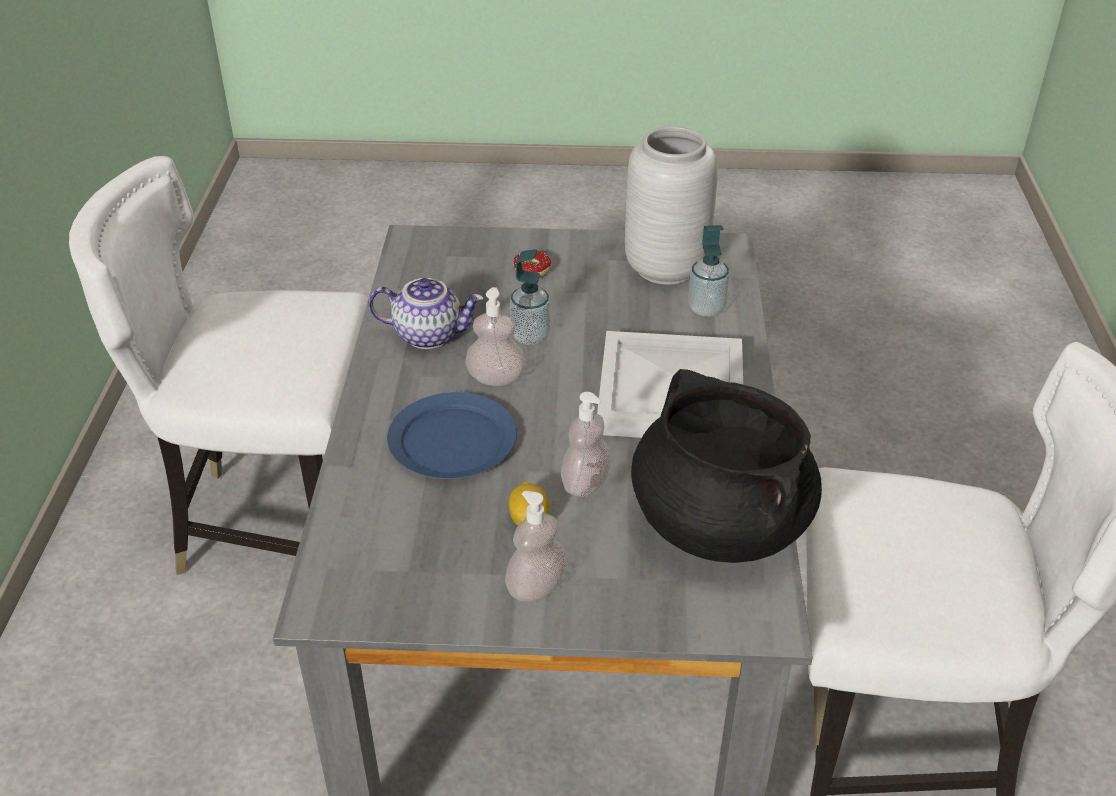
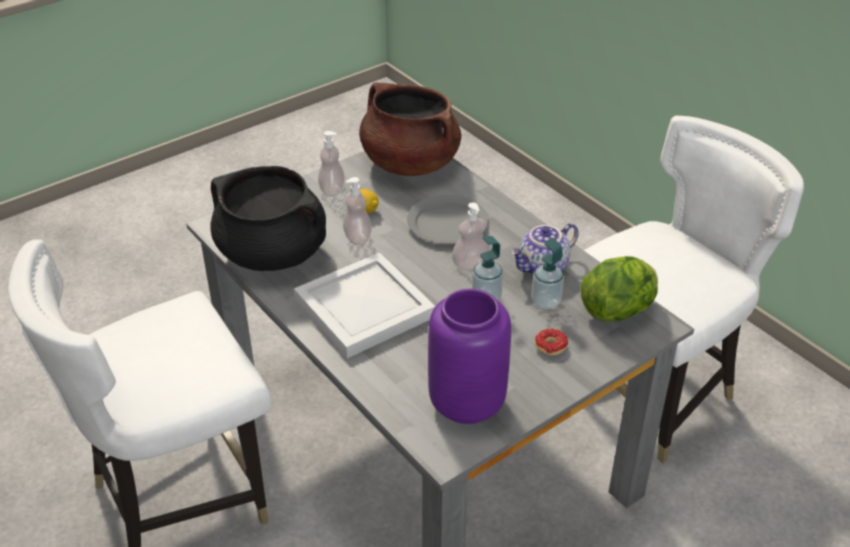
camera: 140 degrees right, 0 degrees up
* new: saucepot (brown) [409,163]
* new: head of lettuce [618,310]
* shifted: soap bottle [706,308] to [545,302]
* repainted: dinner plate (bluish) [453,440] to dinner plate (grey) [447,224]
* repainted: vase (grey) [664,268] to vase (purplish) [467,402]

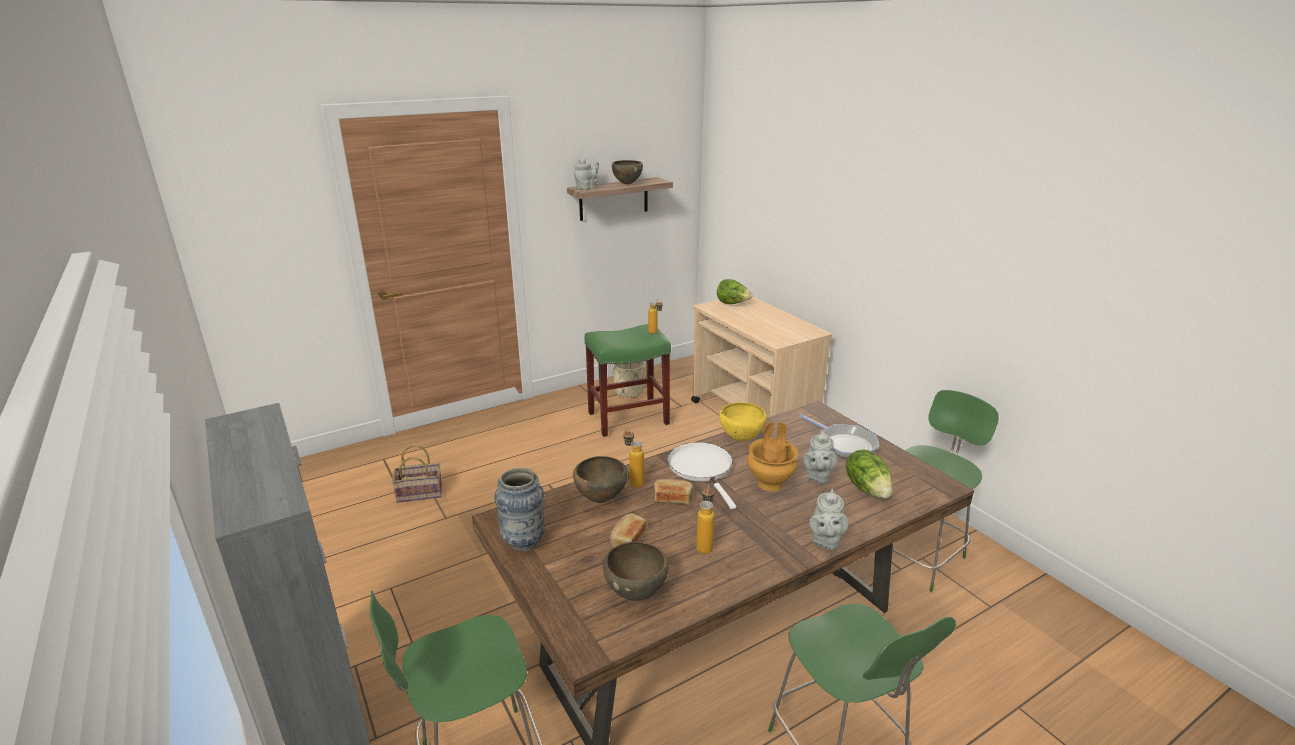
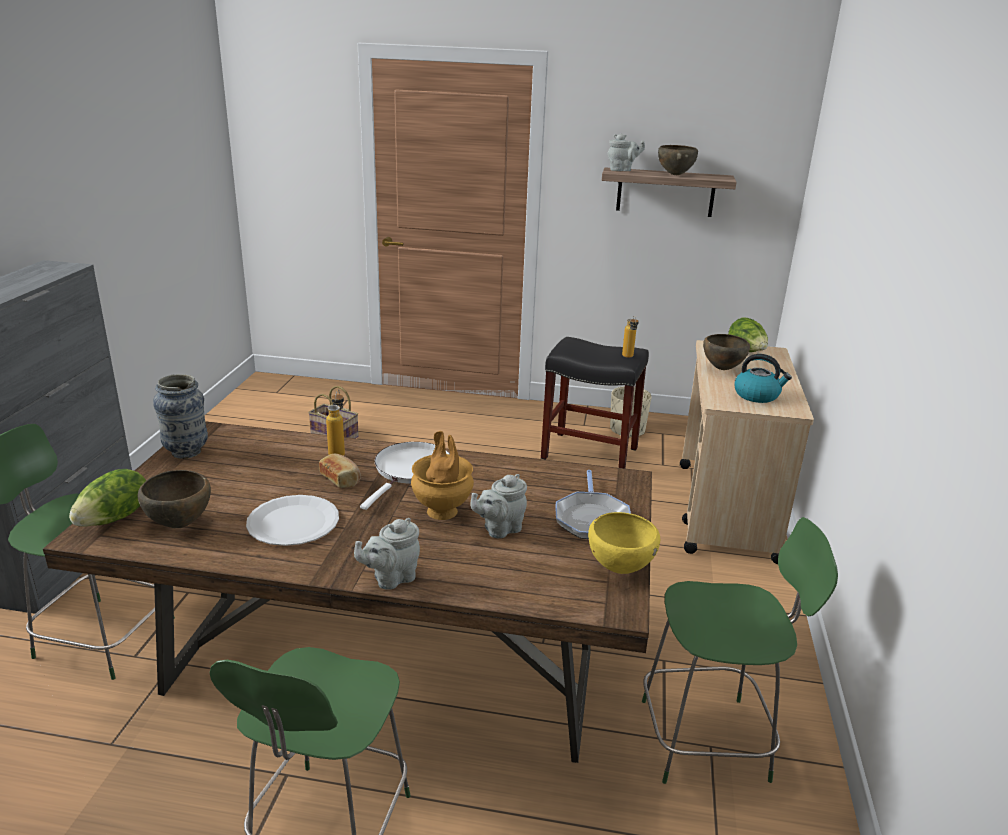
camera: 40 degrees right, 0 degrees up
* gone: bread [627,540]
* new: kettle [757,395]
* shifted: deep dish (brown) [600,499] to [722,369]
* shifted: deep dish (yellowish) [740,439] to [619,569]
* shifted: head of lettuce [868,488] to [115,518]
* swapped: beverage bottle [705,544] to dinner plate (whitish) [293,522]
* repainted: stool seat (greenish) [629,418] to stool seat (black-coloured) [590,453]

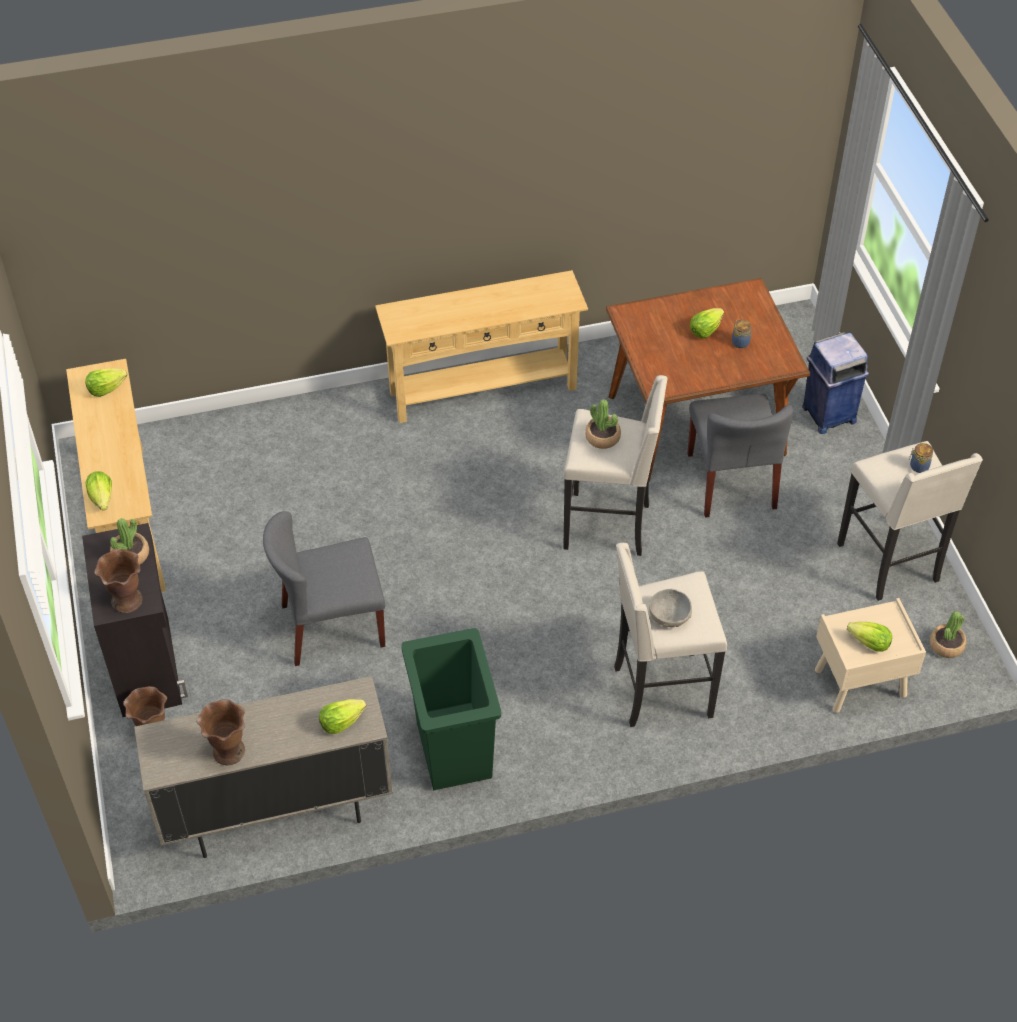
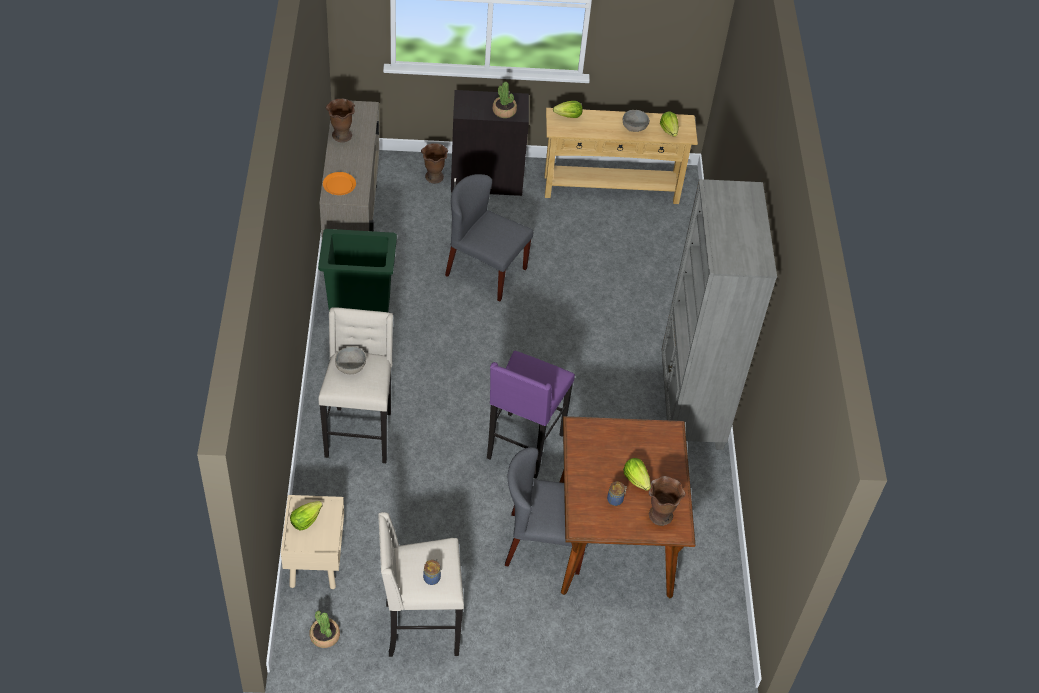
camera: 100 degrees right, 0 degrees up
* gone: houseplant [602,437]
* gone: rubbish bin (bluish) [827,415]
* new: deep dish (grey) [634,127]
* shifted: vase (brown) [127,601] to [660,515]
* swapped: head of lettuce [341,722] to dinner plate (orangey) [339,185]
* swapped: narrow table (beige) [483,389] to shelving unit (grey) [690,404]
* repainted: stool seat (beige) [609,525] to stool seat (purplish) [523,447]
* rotated: upright chair (grey) [332,626] = [485,271] 60 degrees counterclockwise

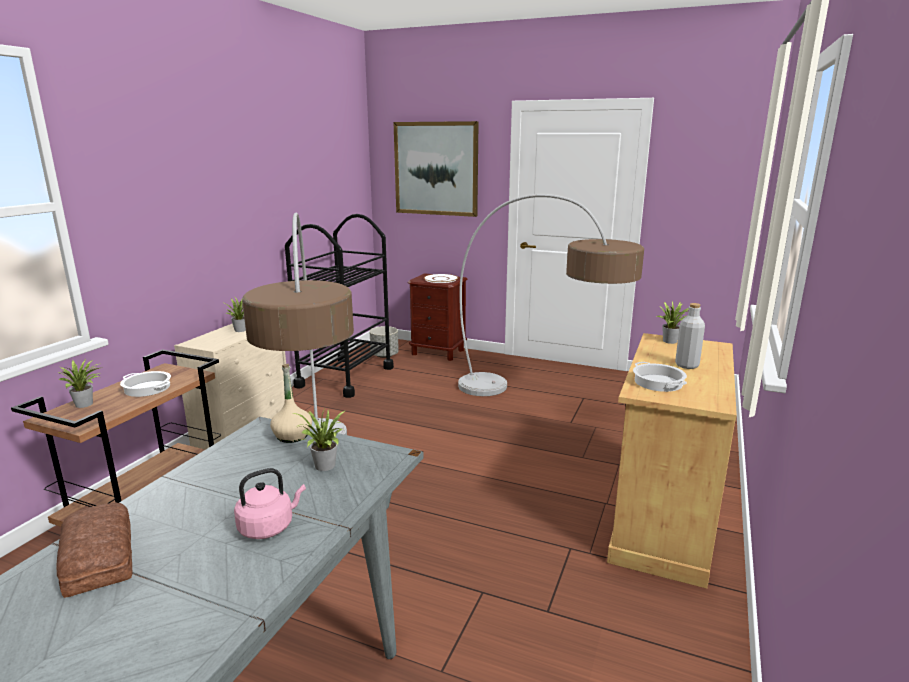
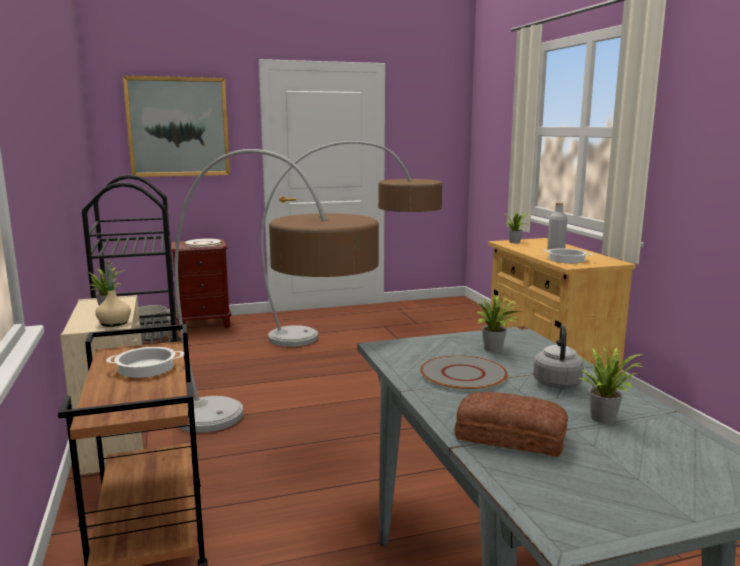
camera: 40 degrees left, 5 degrees down
* new: dinner plate (grey) [462,374]
* shifted: houseplant [86,404] to [604,417]
* shifted: beverage bottle (beige) [292,436] to [114,323]
* repainted: kettle (pinkish) [269,527] to kettle (grey) [557,382]

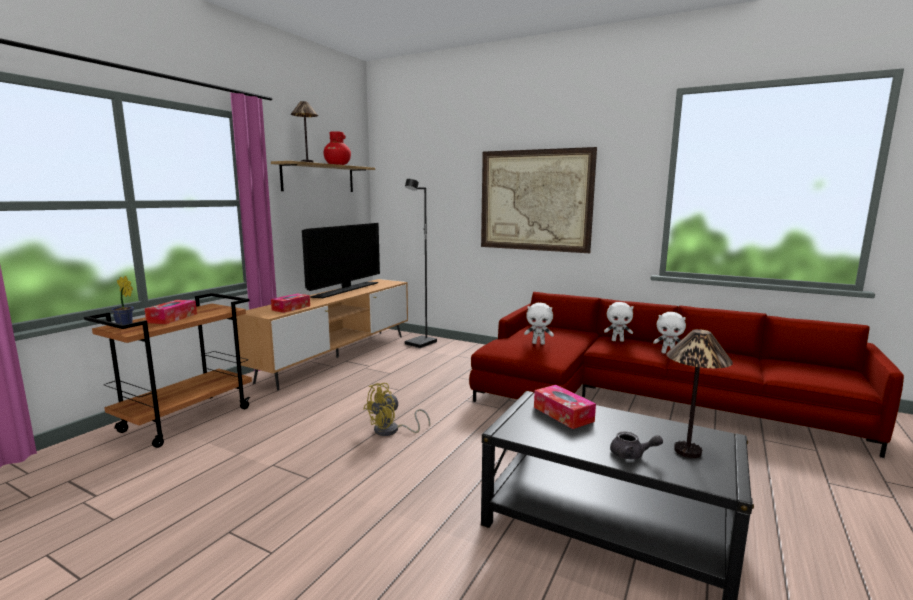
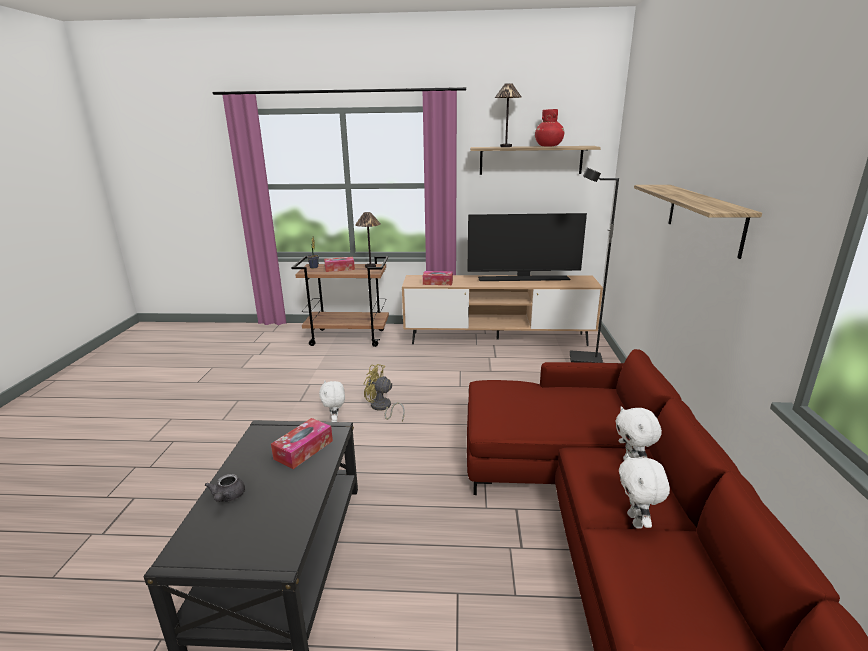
camera: 65 degrees right, 10 degrees up
* shifted: cuddly toy (whitish) [538,343] to [335,420]
* shifted: table lamp [688,451] to [370,267]
* swapped: picture [535,200] to bracket shelf [704,217]

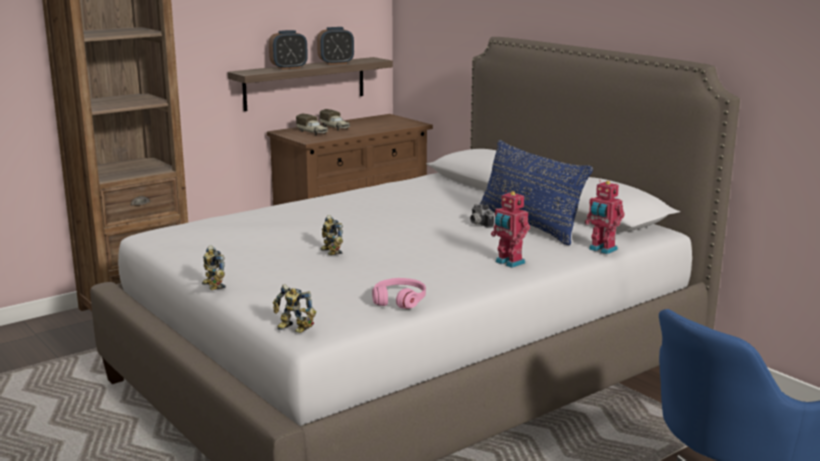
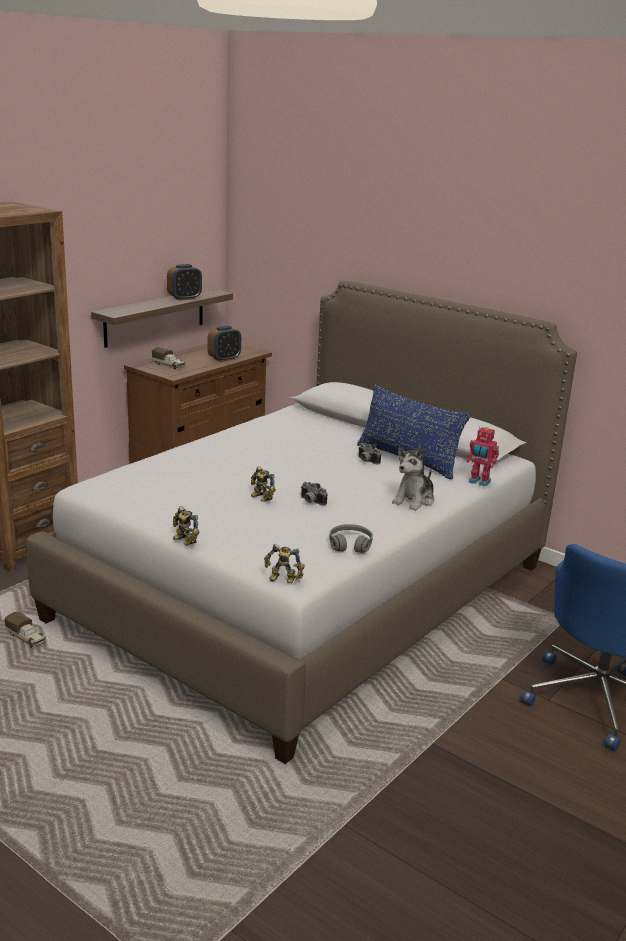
camera: 15 degrees left, 5 degrees up
* new: still camera [310,501]
* shifted: bedside clock [289,68] to [224,359]
* shifted: toy lorry [335,127] to [26,638]
* swapped: robot figure [508,263] to cuddly toy [414,500]
* repainted: pair of headphones (pinkish) [399,300] to pair of headphones (grey) [350,544]

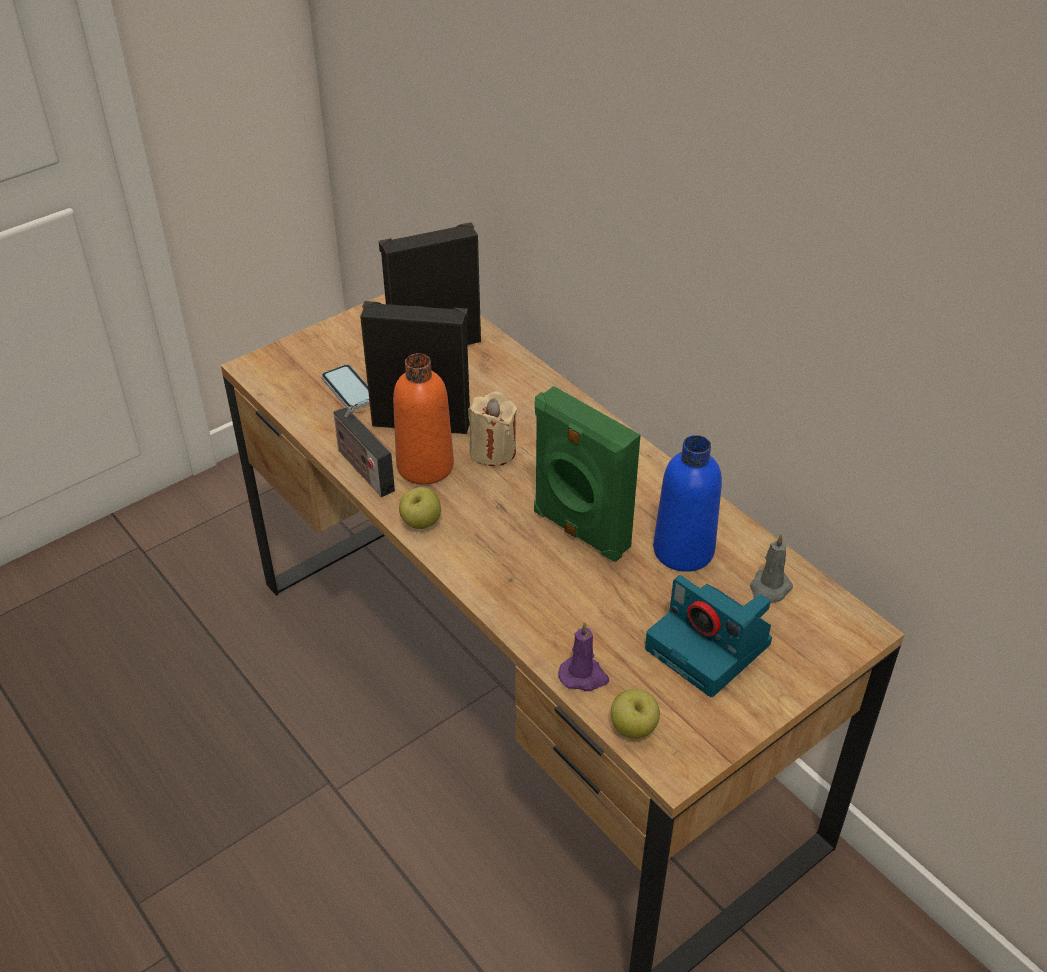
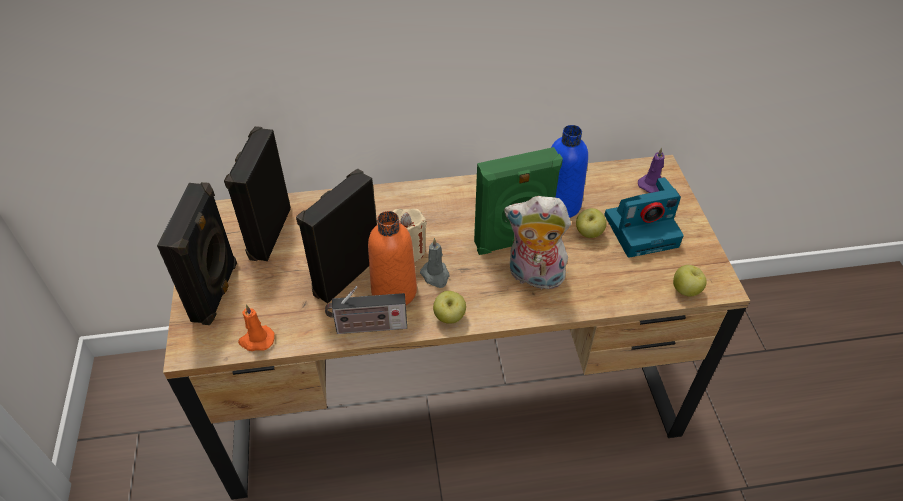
camera: 60 degrees left, 5 degrees up
* gone: handset [349,389]
* new: speaker (black-coloured) [217,292]
* new: wax light (orangey) [256,340]
* new: cuddly toy [533,277]
* new: whole apple [588,233]
* shifted: wax light (purplish) [584,676] to [651,184]
* shifted: wax light (grey) [769,589] to [435,275]

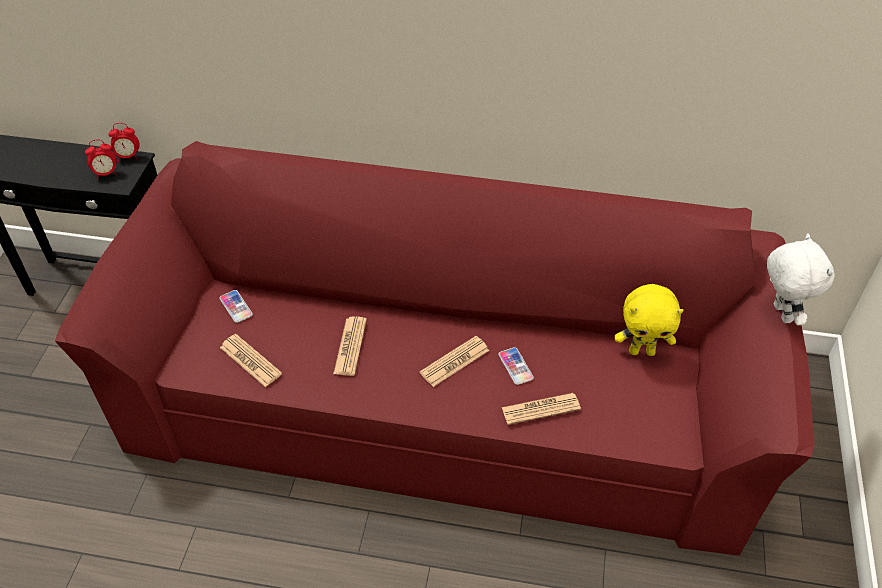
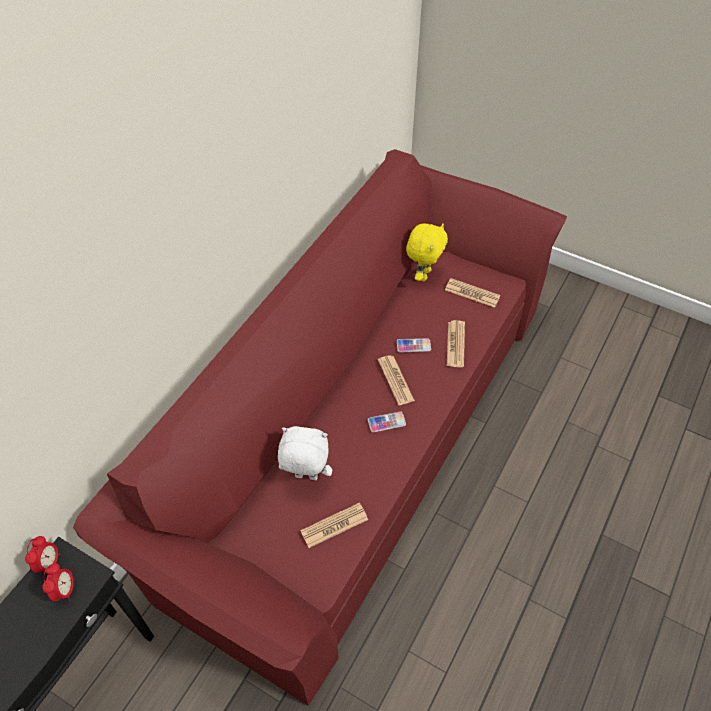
camera: 70 degrees left, 5 degrees up
* shifted: handset [236,307] to [386,422]
* shifted: newspaper [350,346] to [472,293]
* shifted: cuddly toy (whitish) [780,313] to [305,477]

